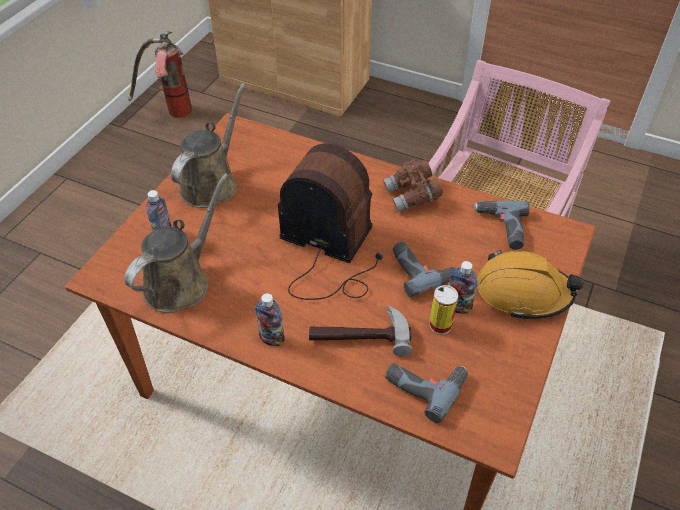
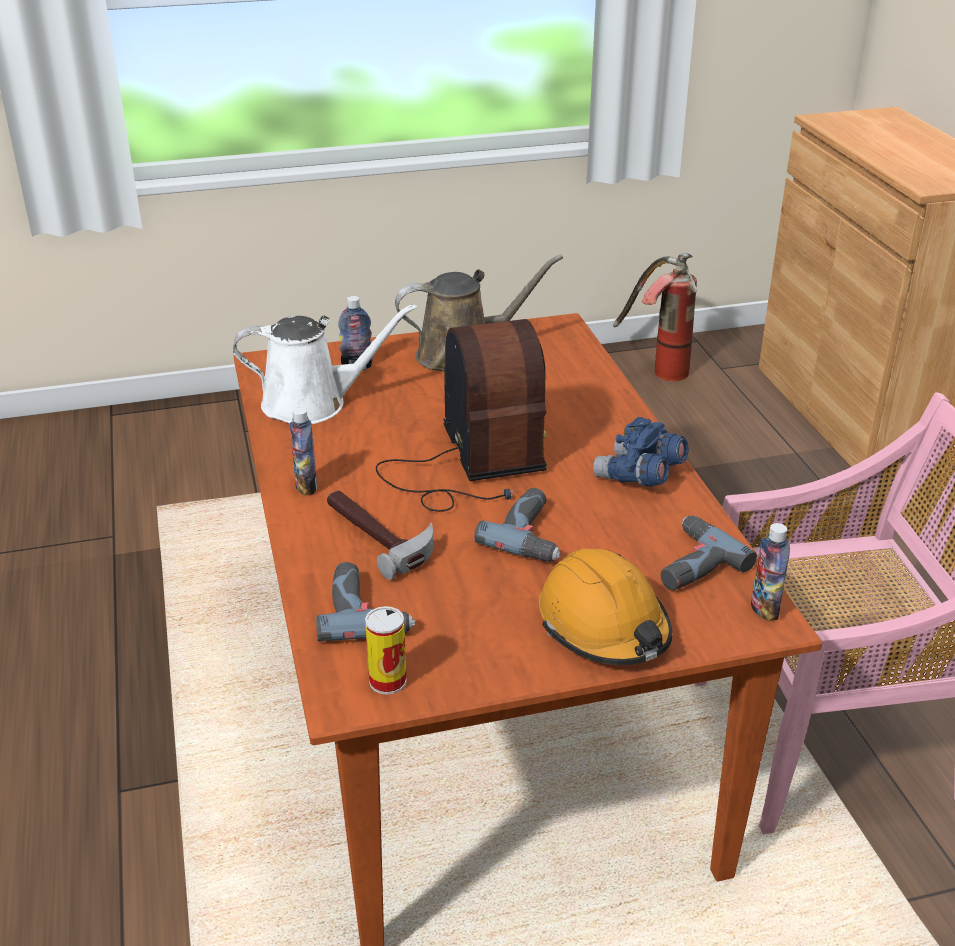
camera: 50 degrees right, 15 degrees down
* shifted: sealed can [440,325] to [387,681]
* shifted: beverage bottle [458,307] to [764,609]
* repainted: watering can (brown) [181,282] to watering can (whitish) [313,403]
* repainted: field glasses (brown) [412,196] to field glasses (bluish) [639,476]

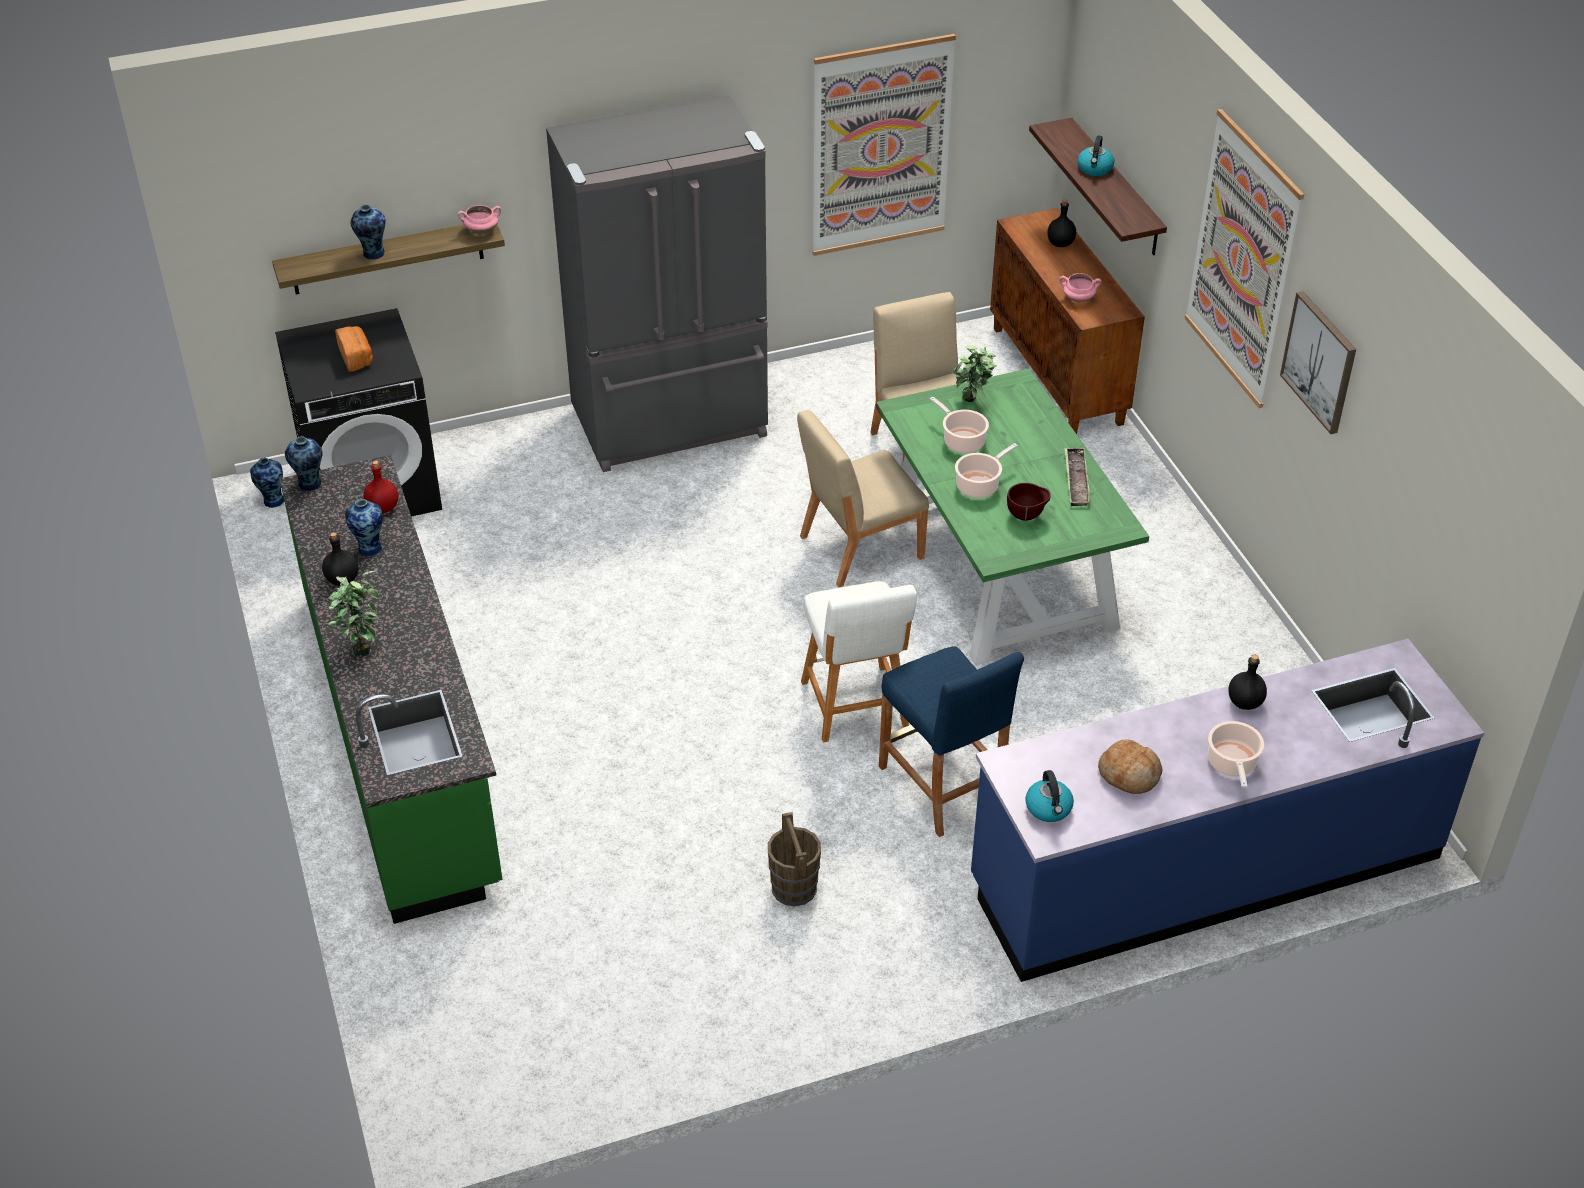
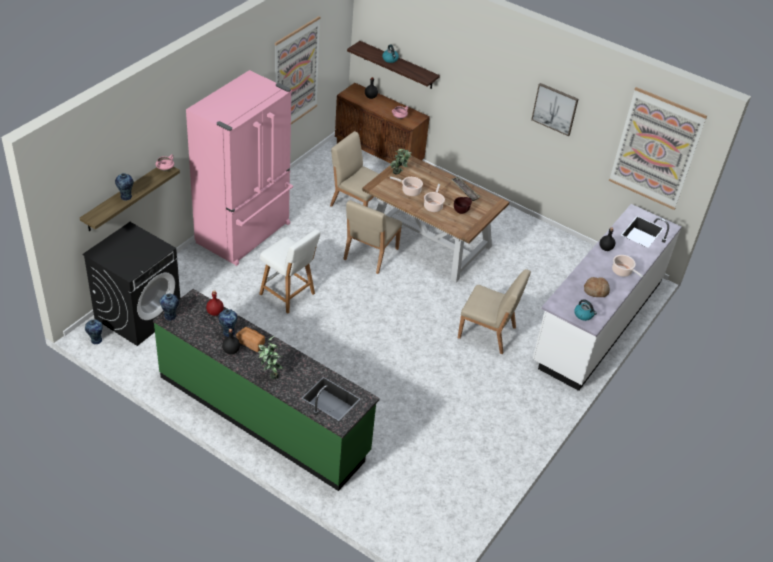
camera: 40 degrees left, 0 degrees up
* gone: bucket (brown) [794,888]
* shifted: bread [356,357] to [251,343]
* shifted: stool seat (whitish) [855,708] to [289,295]
* shifted: picture [1242,260] to [655,149]
* swapped: stool seat (bluish) [943,785] to upright chair (beige) [487,333]
* repainted: fridge (grey) [672,424] to fridge (pinkish) [245,233]
* repainted: kitchen table (greenish) [1000,570] to kitchen table (brown) [430,241]
* repainted: kitchen counter (bluish) [1204,869] to kitchen counter (whitish) [597,321]

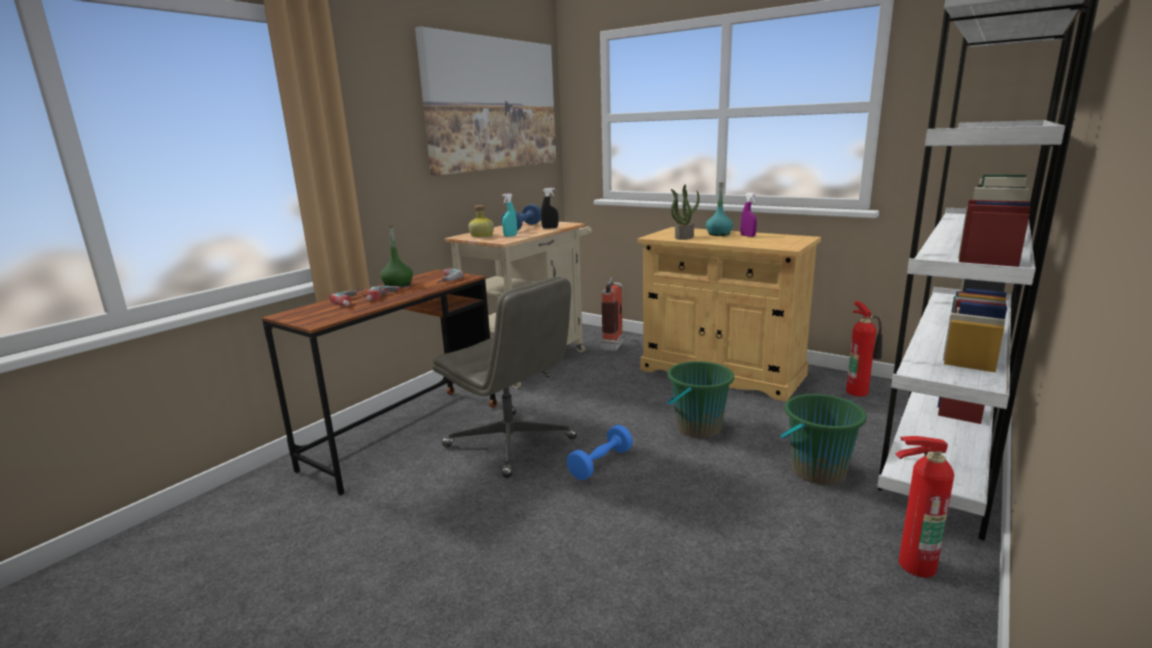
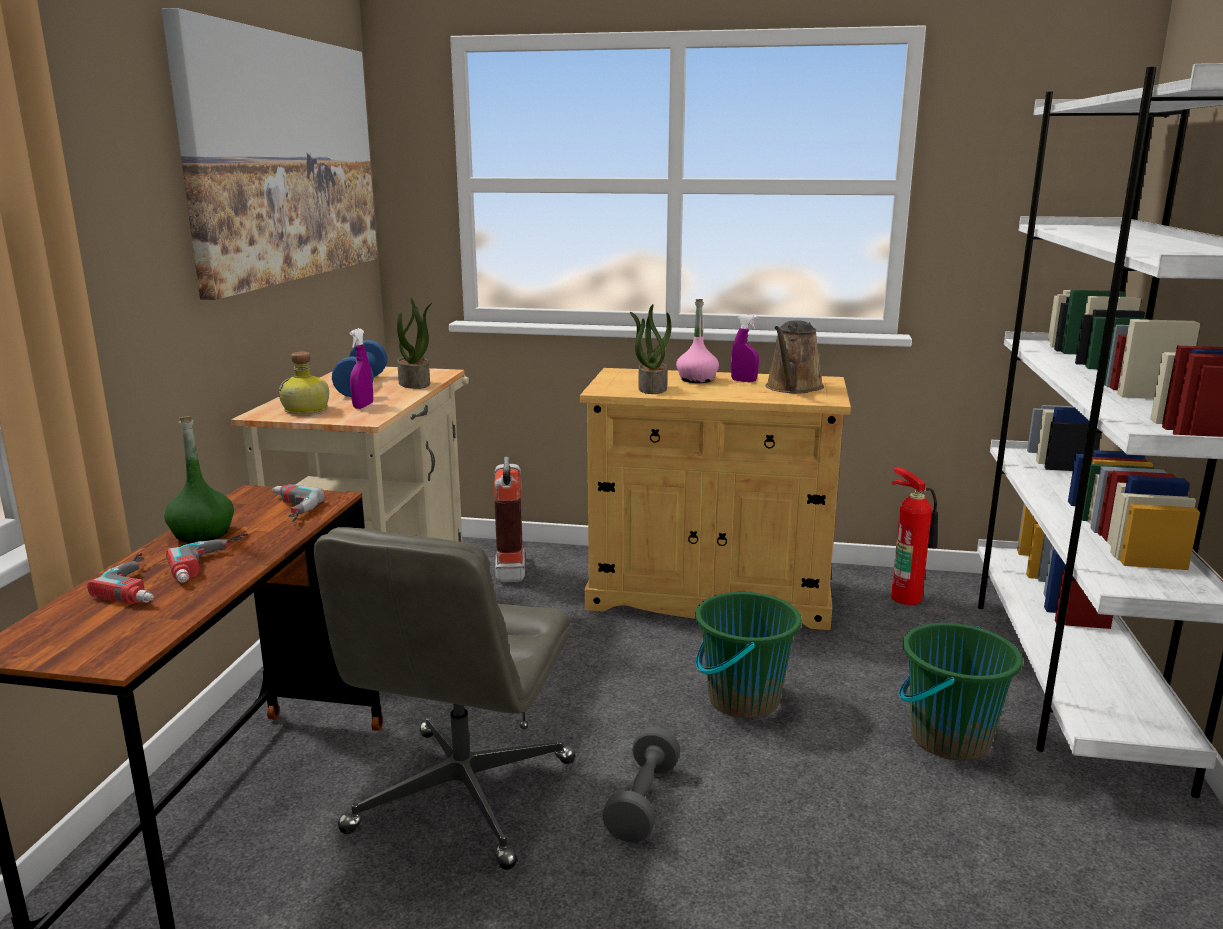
camera: 25 degrees left, 0 degrees up
* gone: extinguisher [912,563]
* new: watering can (brown) [792,388]
* swapped: spray bottle (black-coloured) [550,228] to houseplant [415,383]
* repainted: spray bottle (turquoise) [510,236] to spray bottle (purplish) [363,406]
* repainted: dumbbell (bluish) [600,463] to dumbbell (grey) [643,802]
* repainted: beverage bottle (turquoise) [718,234] to beverage bottle (pinkish) [696,379]
* rotated: computer chair (grey) [511,443] = [462,797] 90 degrees clockwise

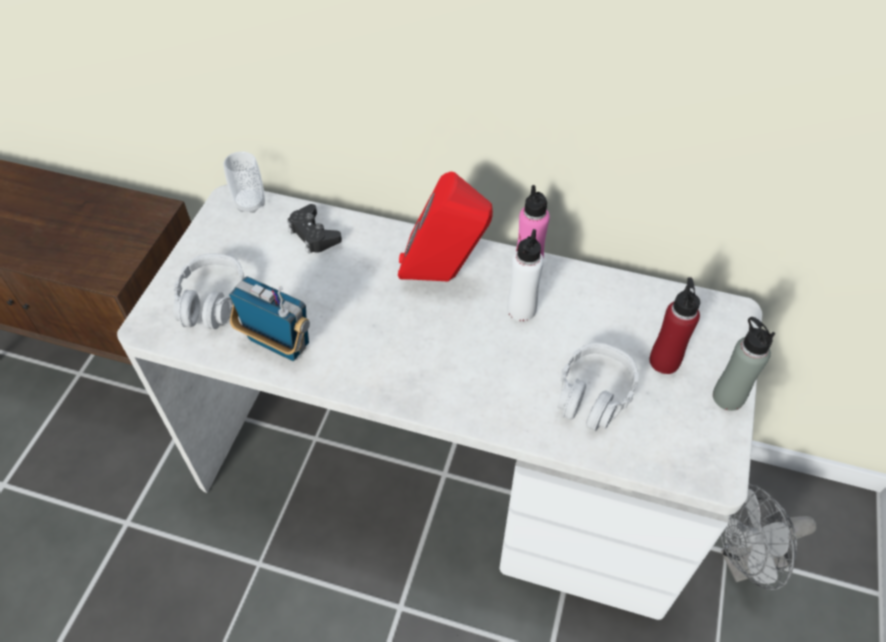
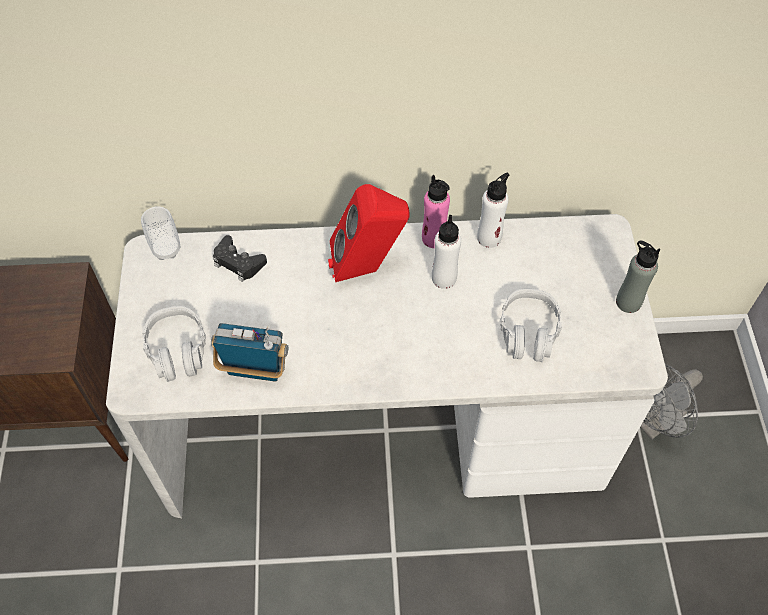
camera: 20 degrees left, 5 degrees up
* gone: beverage bottle (red) [664,361]
* new: beverage bottle (whitish) [489,238]

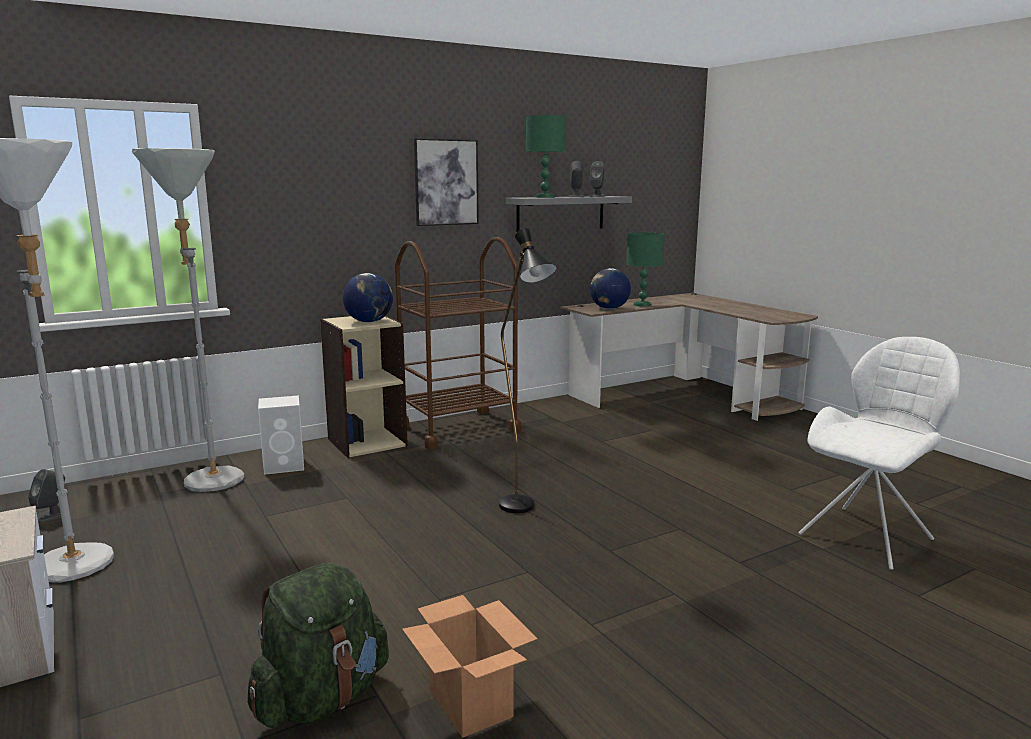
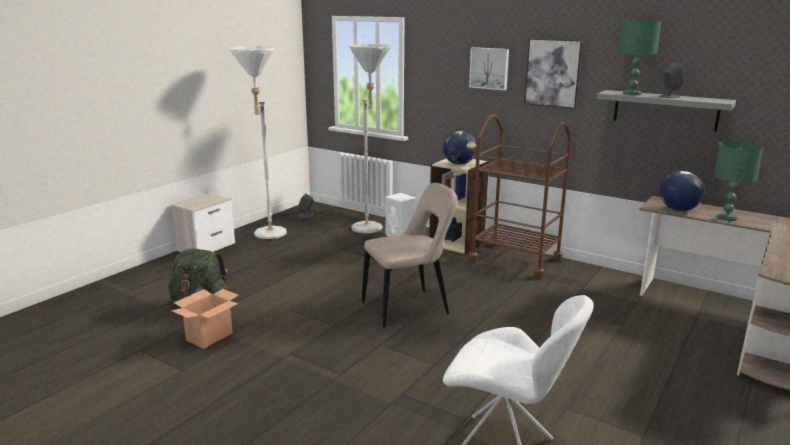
camera: 65 degrees right, 5 degrees up
* gone: speaker (grey) [597,196]
* new: picture [489,68]
* swapped: standard lamp (black-coloured) [523,510] to upright chair (beige) [409,307]

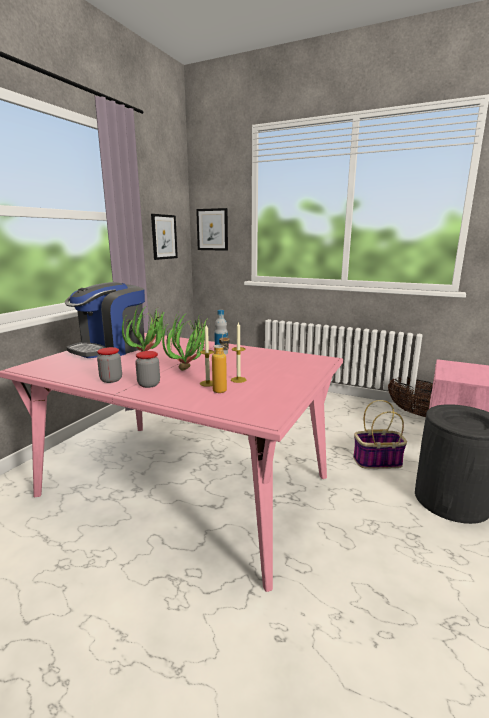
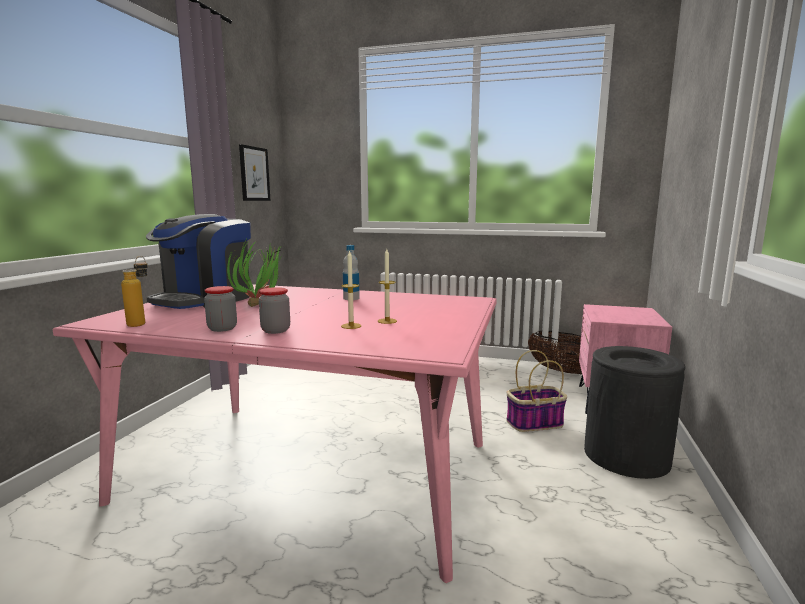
camera: 10 degrees left, 5 degrees down
* gone: houseplant [190,369]
* gone: picture [212,229]
* shifted: beverage bottle [222,389] to [141,323]

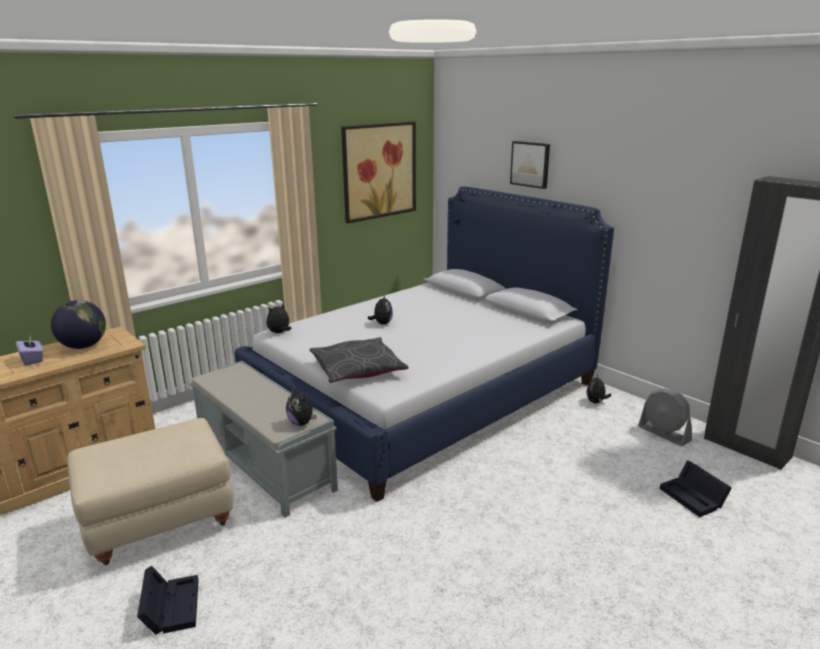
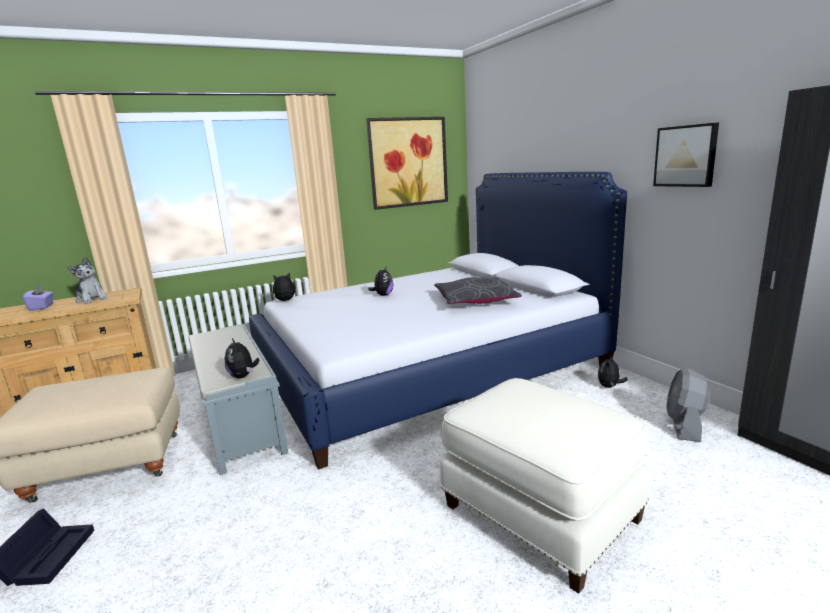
camera: 15 degrees right, 5 degrees down
* gone: storage box (black-coloured) [694,497]
* new: ottoman (whitish) [538,514]
* shifted: pillow (grey) [357,369] to [475,300]
* shifted: picture [530,164] to [686,156]
* swapped: world globe [83,346] to cuddly toy [92,299]
* rotated: cooling fan (grey) [664,434] = [684,425] 45 degrees clockwise

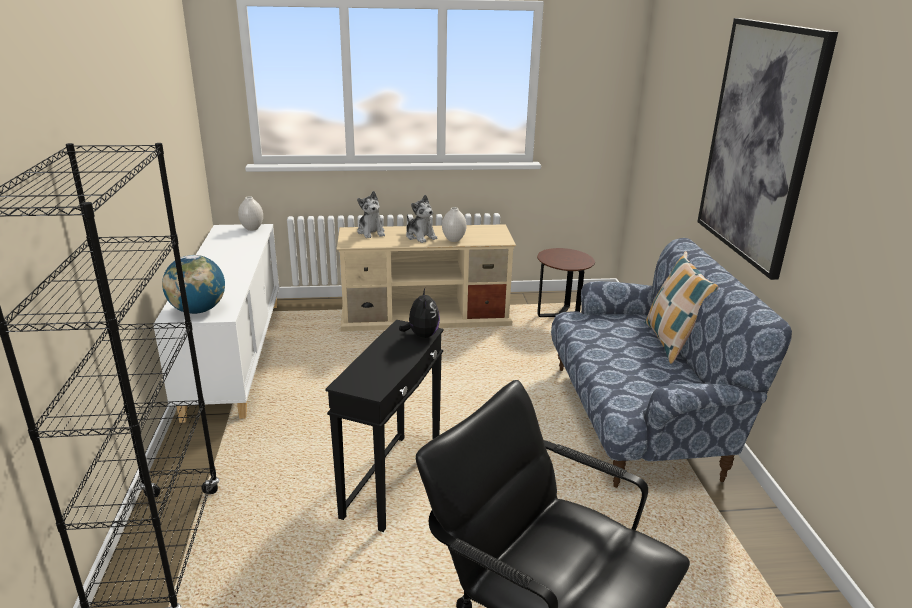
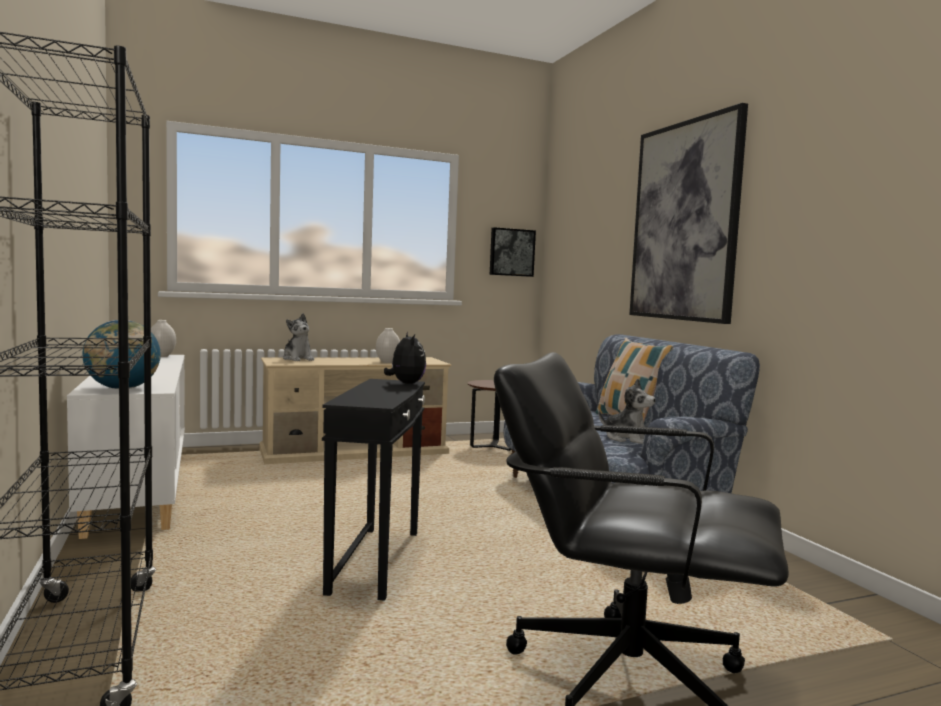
camera: 15 degrees left, 20 degrees down
* new: picture [511,252]
* shifted: cuddly toy [420,237] to [626,438]

